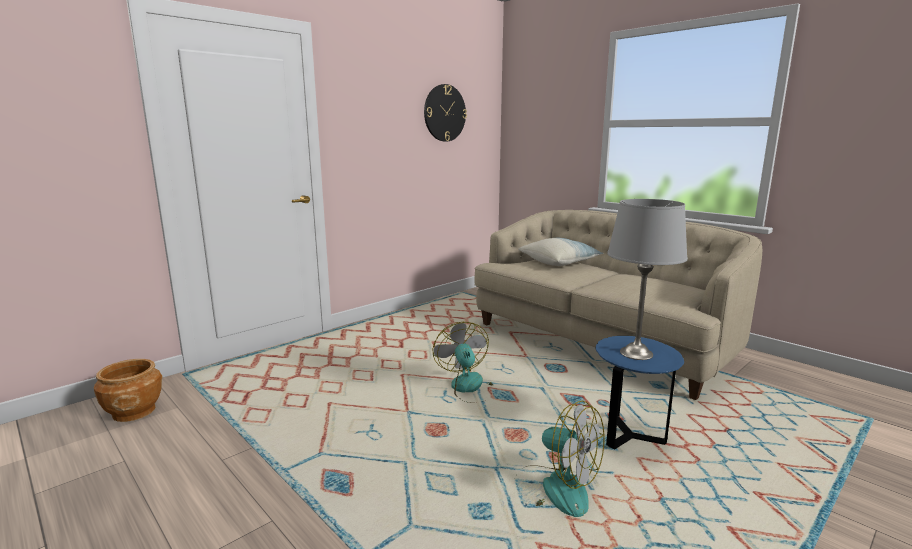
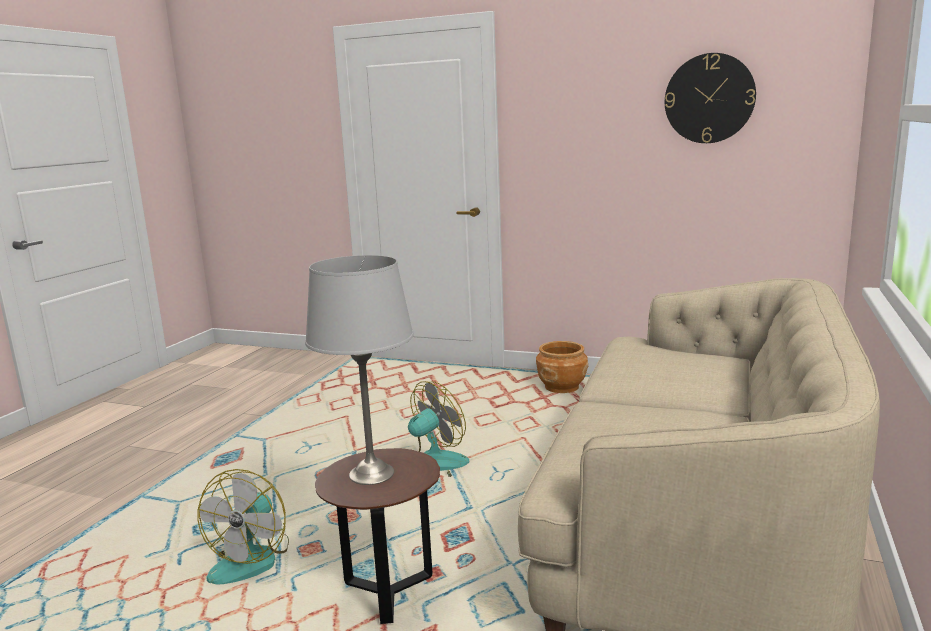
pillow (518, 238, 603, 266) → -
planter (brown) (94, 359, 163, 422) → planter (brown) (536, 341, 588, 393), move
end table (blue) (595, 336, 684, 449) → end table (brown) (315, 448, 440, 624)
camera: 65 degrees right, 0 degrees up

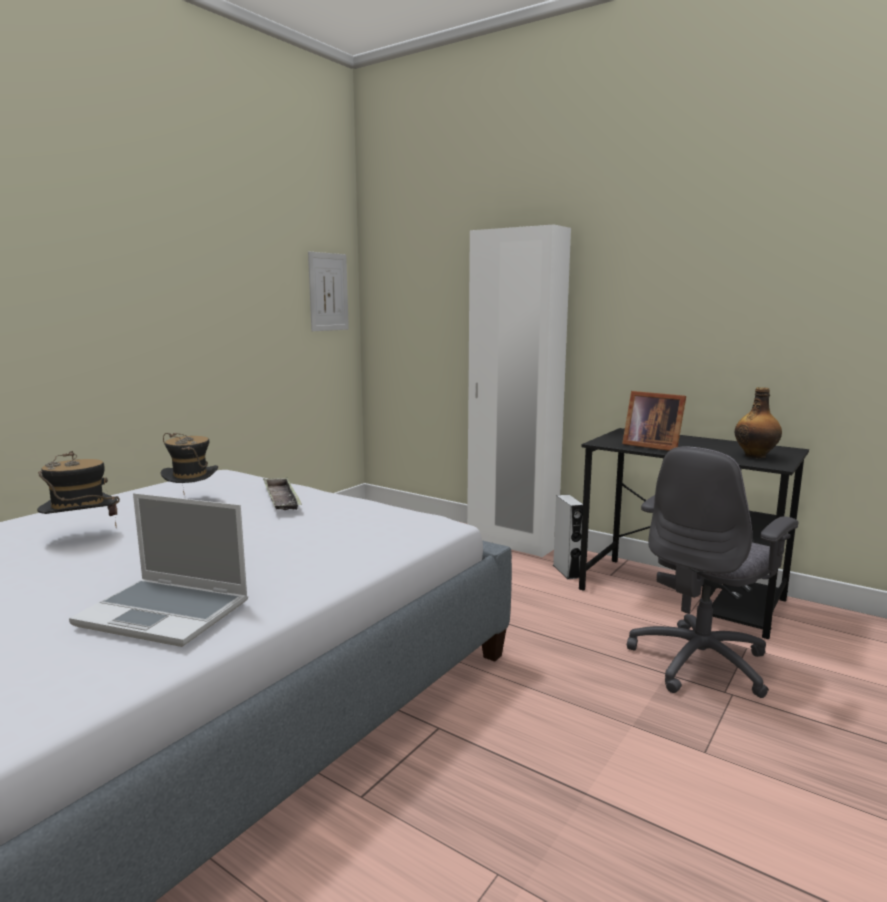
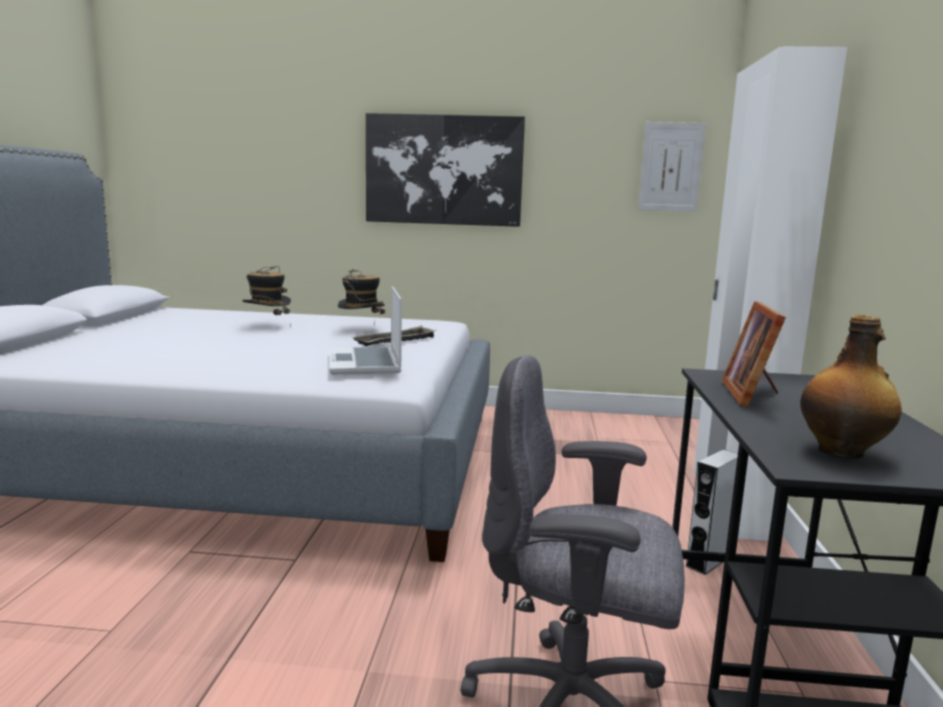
- → wall picture (366, 113, 525, 227)
notebook computer (69, 493, 248, 647) → notebook computer (329, 286, 402, 375), move
camera: 60 degrees right, 0 degrees up

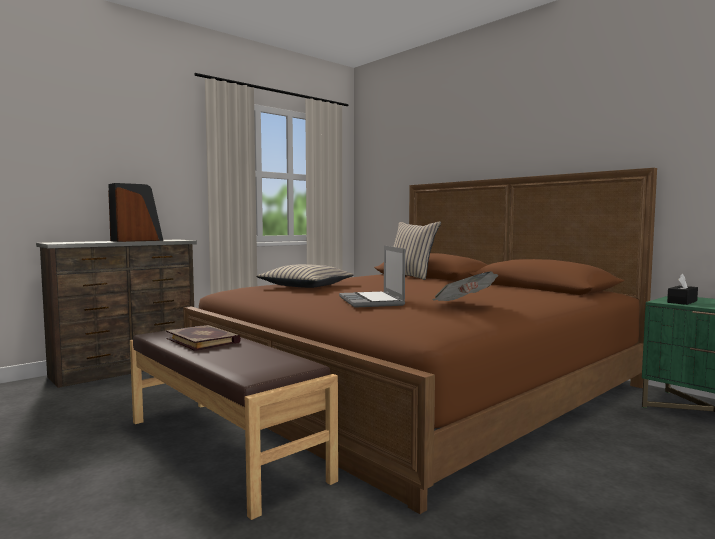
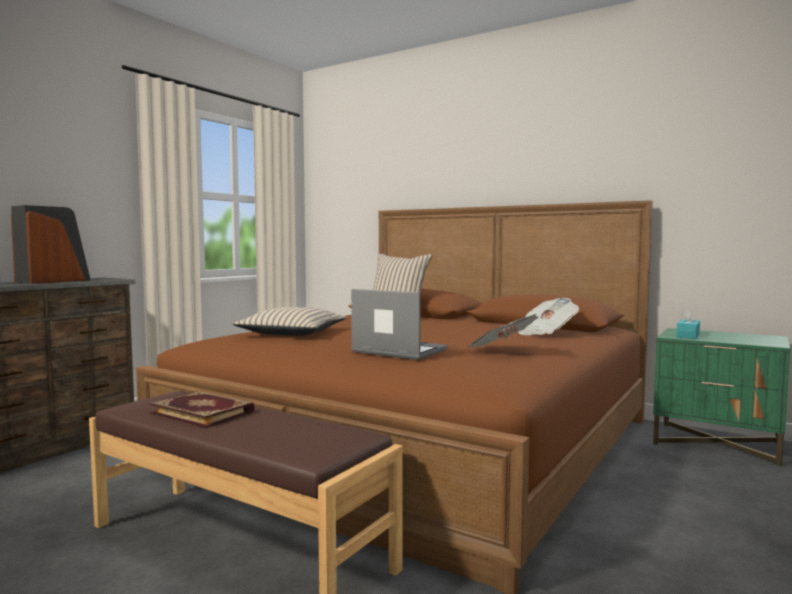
- → daily paper (518, 298, 579, 335)
tissue box (blackish) (667, 274, 698, 305) → tissue box (blue-green) (676, 308, 700, 339)
notebook computer (339, 246, 405, 308) → notebook computer (351, 289, 448, 360), 150 degrees clockwise
camera: 15 degrees left, 0 degrees up

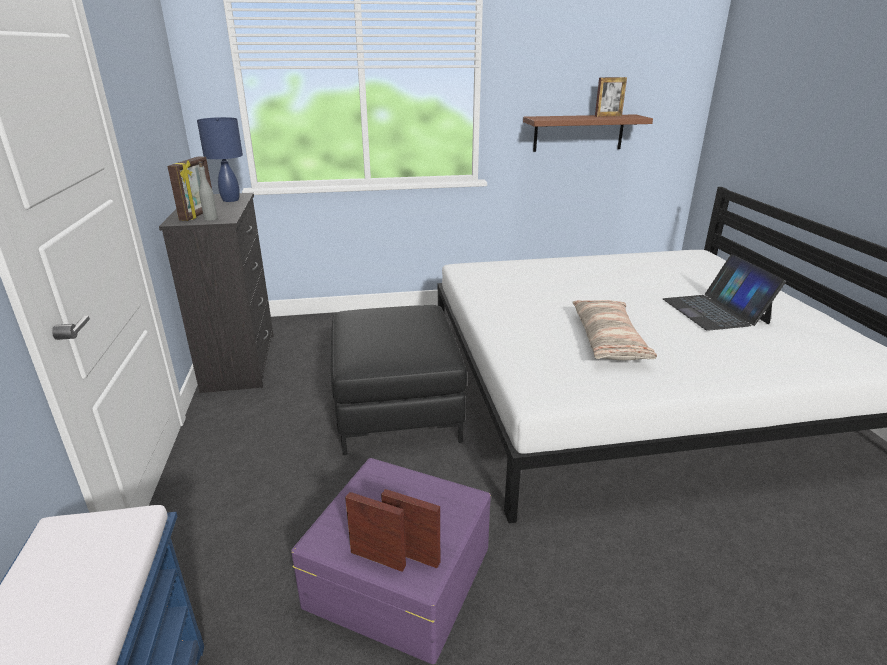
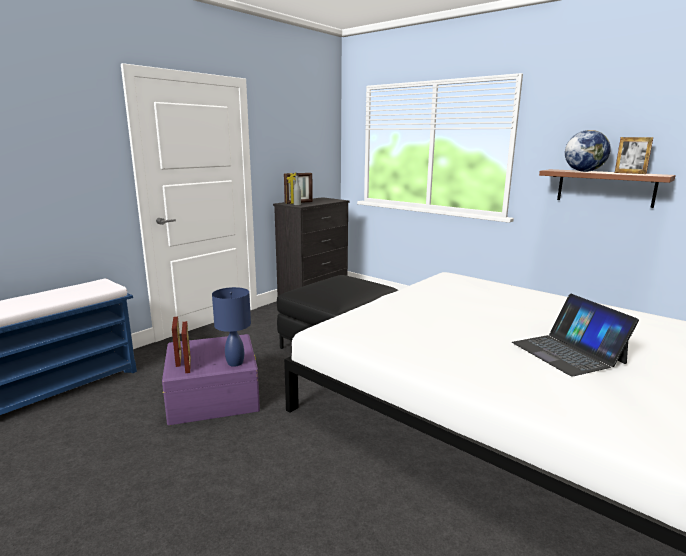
pillow (572, 300, 657, 360) → -
- → globe (565, 130, 611, 172)
tabletop lamp (blue) (197, 117, 243, 202) → tabletop lamp (blue) (212, 287, 251, 367), move
notebook computer (663, 254, 786, 331) → notebook computer (512, 294, 639, 377), 60 degrees counterclockwise
camera: 50 degrees right, 10 degrees down

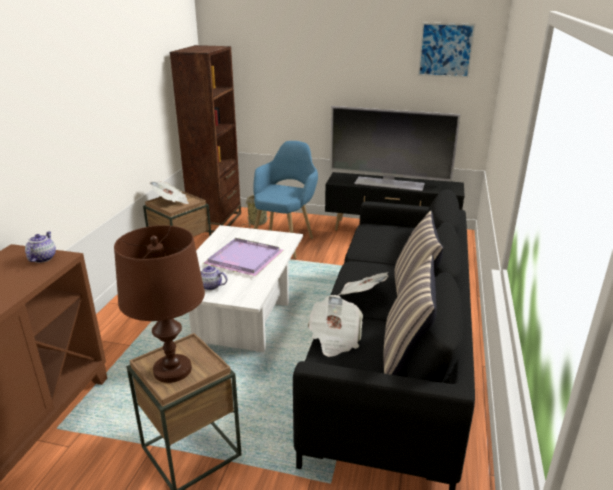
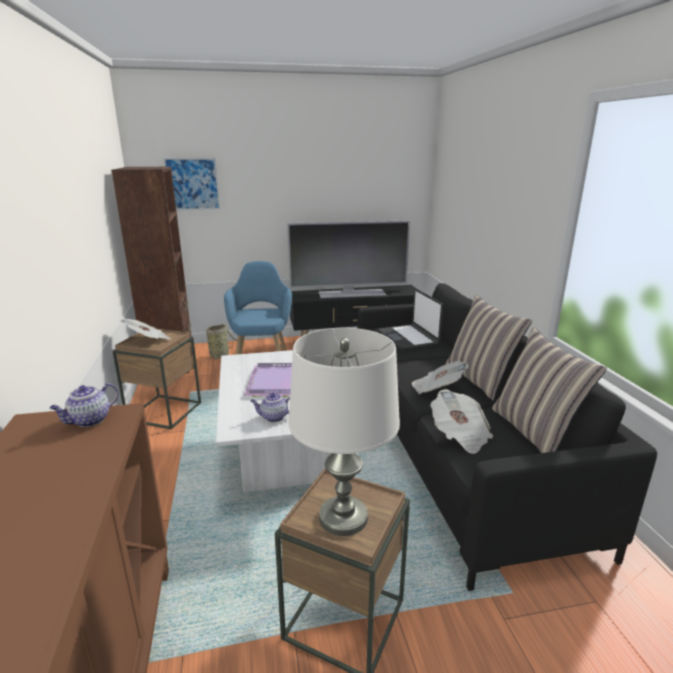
- → notebook computer (379, 289, 444, 350)
wall picture (418, 23, 476, 78) → wall picture (163, 158, 220, 210), move
tabletop lamp (brown) (114, 225, 205, 383) → tabletop lamp (white-coloured) (288, 328, 400, 536)
tea pot (25, 231, 56, 263) → tea pot (49, 383, 119, 427), 120 degrees counterclockwise
camera: 25 degrees left, 5 degrees down

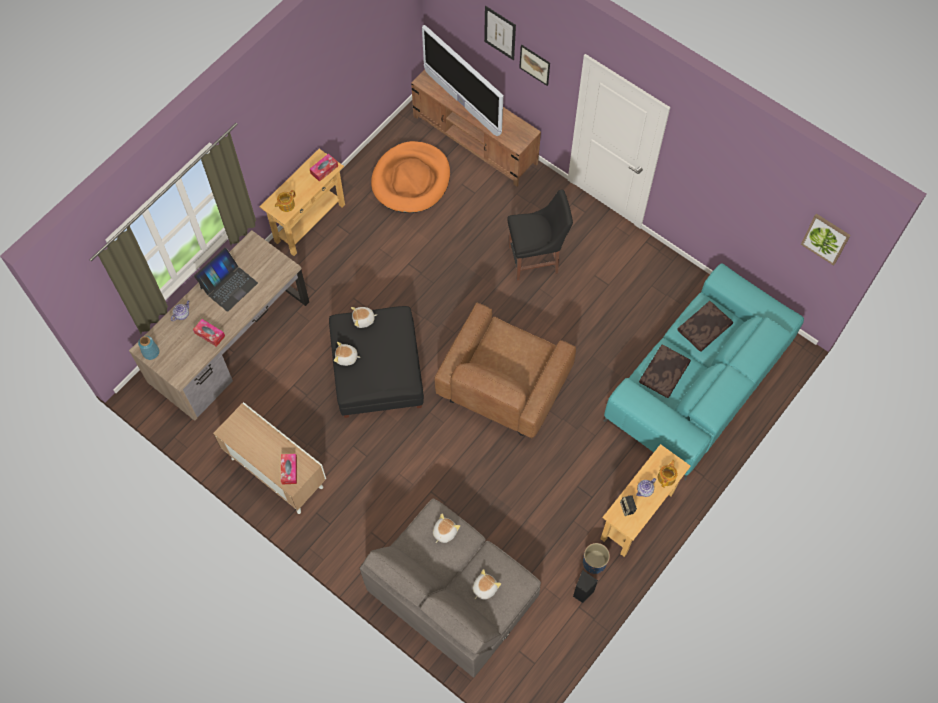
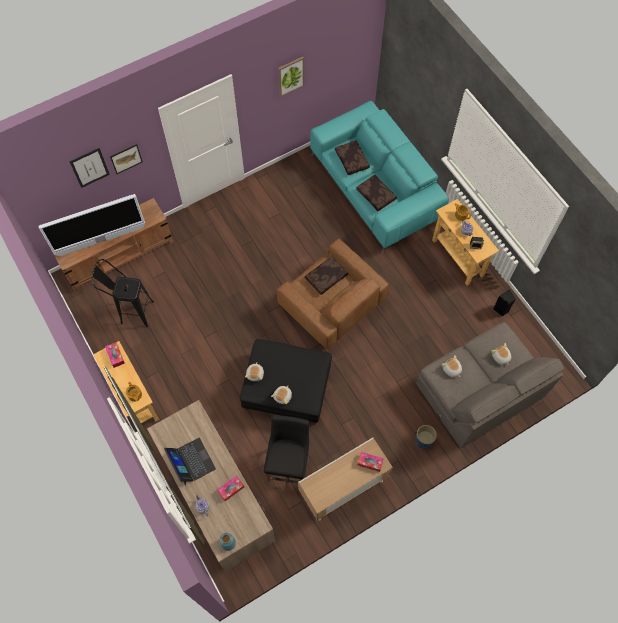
- → pillow (brown) (305, 256, 348, 295)
chair (blackish) (507, 189, 573, 281) → chair (blackish) (264, 415, 309, 484), move
planter (blue) (583, 543, 610, 574) → planter (blue) (415, 425, 437, 449), move
wall picture (801, 214, 851, 266) → wall picture (278, 57, 305, 97), move
dog bed (orange-coloured) (371, 141, 450, 213) → stool seat (blackish) (92, 259, 154, 327)
camera: 70 degrees left, 0 degrees up

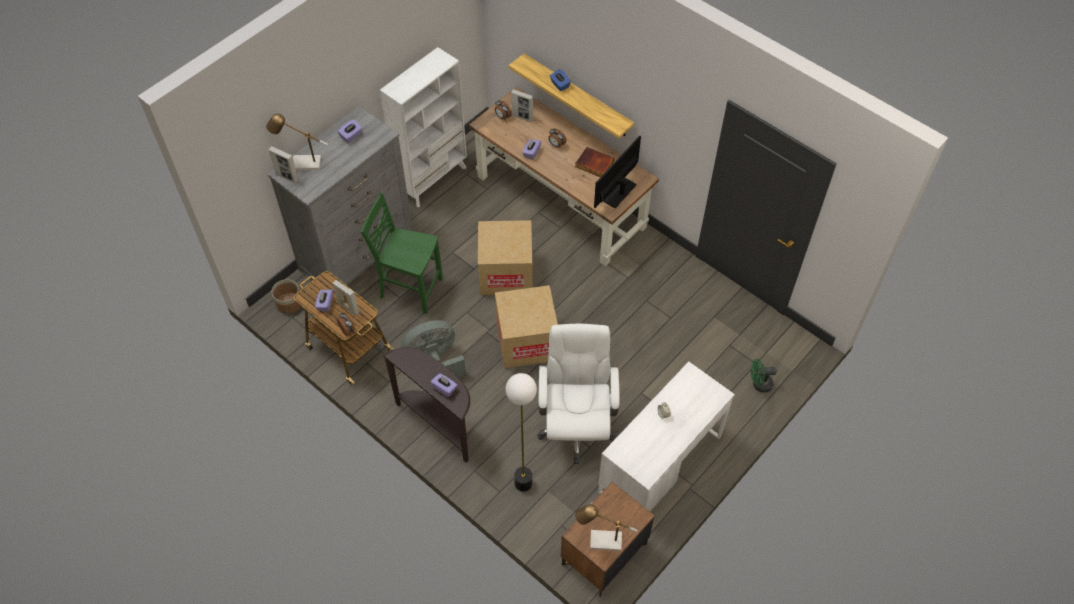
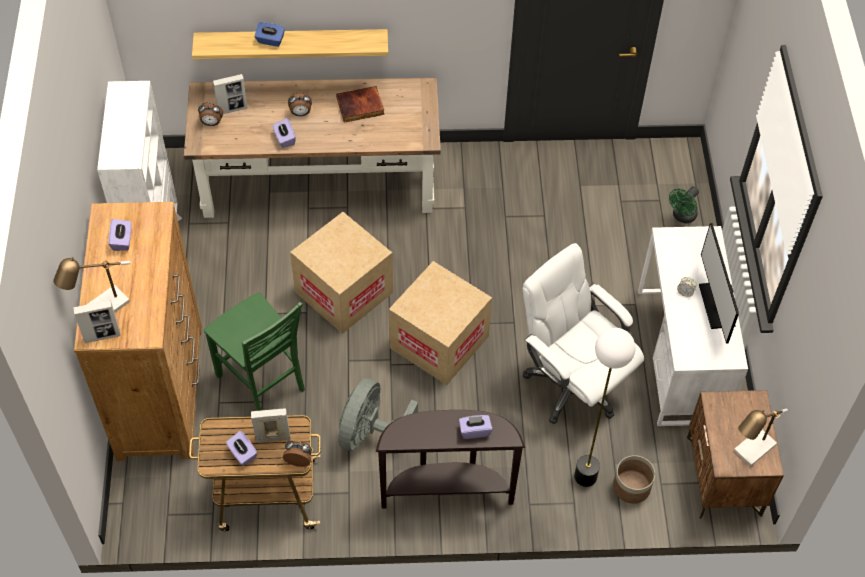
planter (272, 279, 301, 314) → planter (613, 455, 655, 504), move
computer screen (594, 135, 641, 208) → computer screen (699, 223, 739, 344), move
chest of drawers (greyish) (268, 106, 413, 290) → chest of drawers (brown) (74, 202, 202, 461)
chair (greenish) (361, 193, 443, 314) → chair (greenish) (204, 292, 305, 411), 105 degrees counterclockwise
camera: 45 degrees left, 0 degrees up

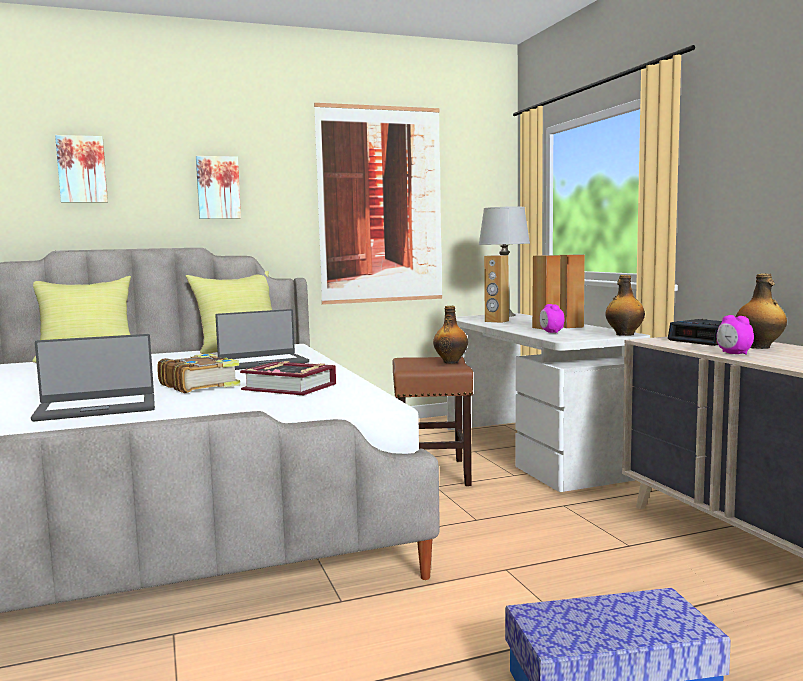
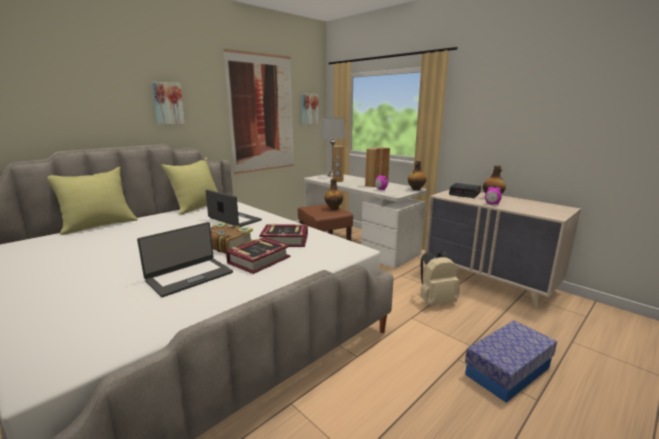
- → volume (226, 237, 291, 274)
- → backpack (beige) (420, 251, 460, 305)
wall picture (55, 135, 108, 203) → wall picture (302, 93, 319, 125), move
notebook computer (215, 309, 309, 370) → notebook computer (205, 189, 262, 227), 90 degrees counterclockwise
camera: 25 degrees left, 10 degrees up

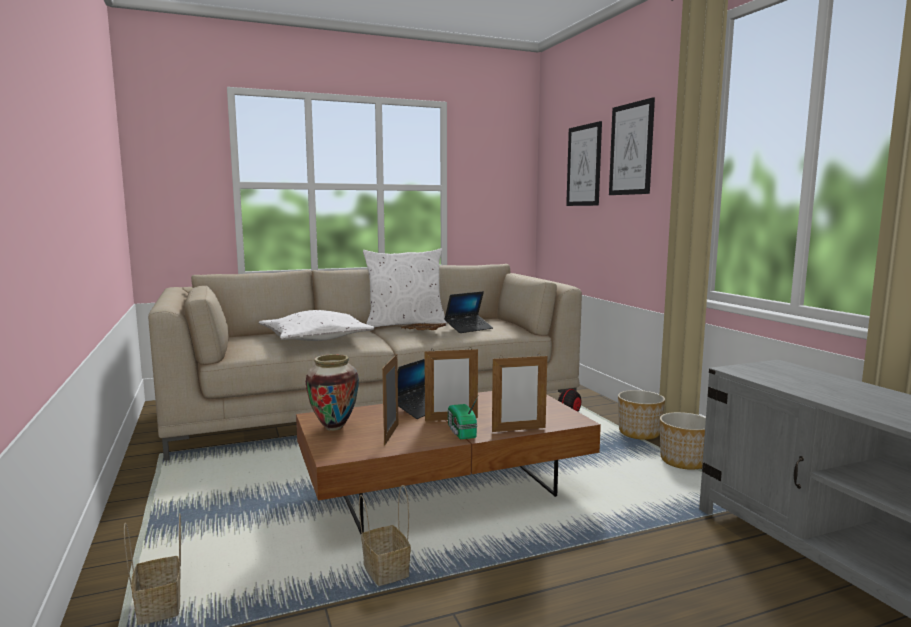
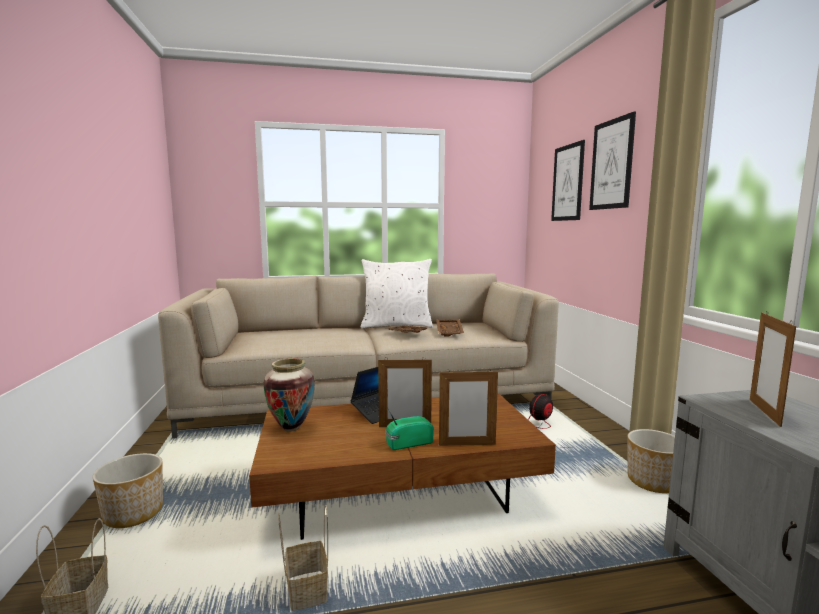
pillow (white-coloured) (259, 310, 375, 341) → -
picture frame (382, 353, 398, 446) → picture frame (750, 311, 796, 427), move
planter (618, 390, 665, 440) → planter (93, 453, 163, 528), move
notebook computer (444, 291, 493, 333) → tray (brown) (436, 319, 464, 337)
radio set (448, 395, 479, 439) → radio set (385, 409, 434, 450), 75 degrees clockwise
camera: 10 degrees right, 0 degrees up

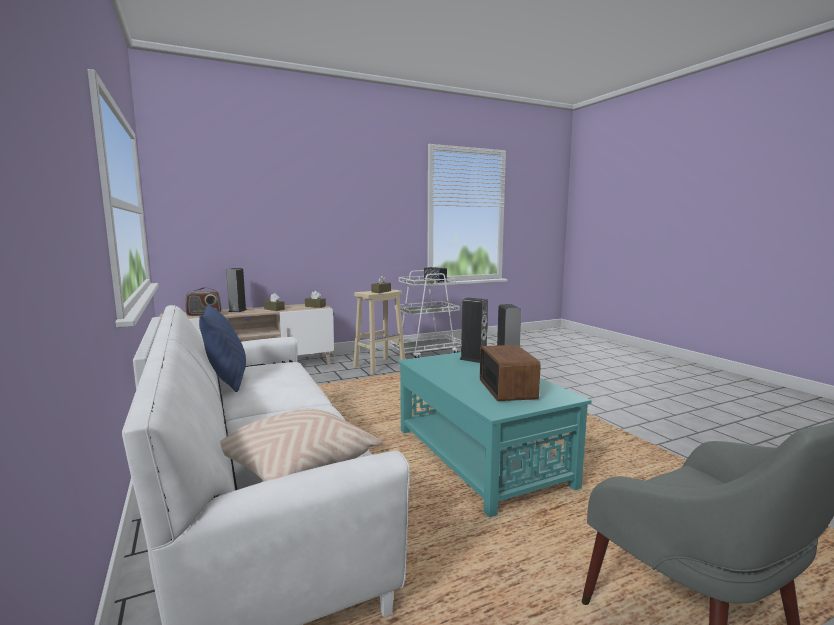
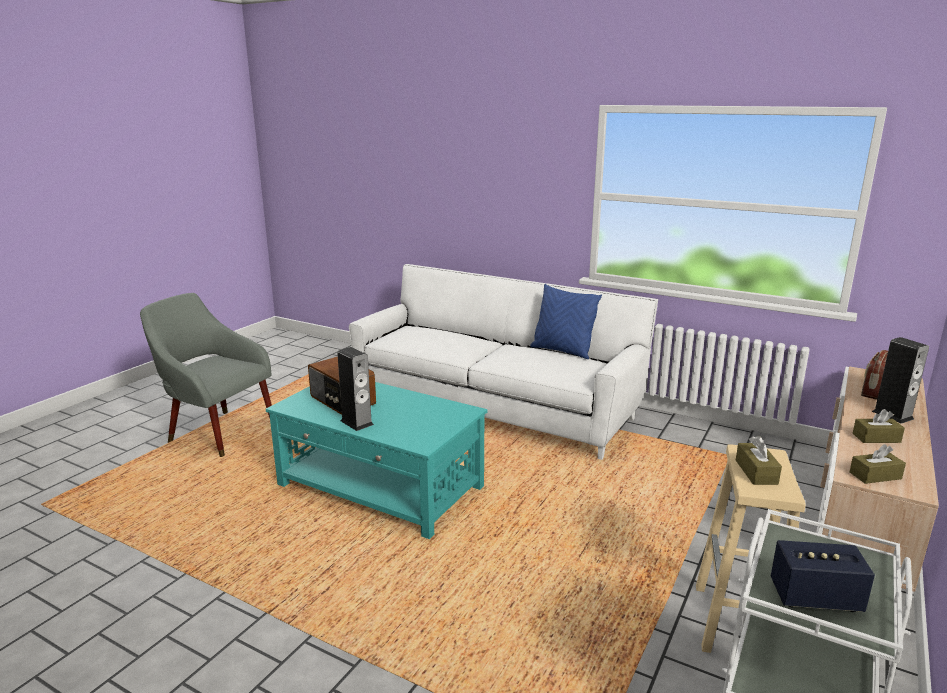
pillow (beige) (220, 409, 383, 481) → -
loudspeaker (459, 298, 488, 363) → -
camera: 145 degrees right, 10 degrees up

